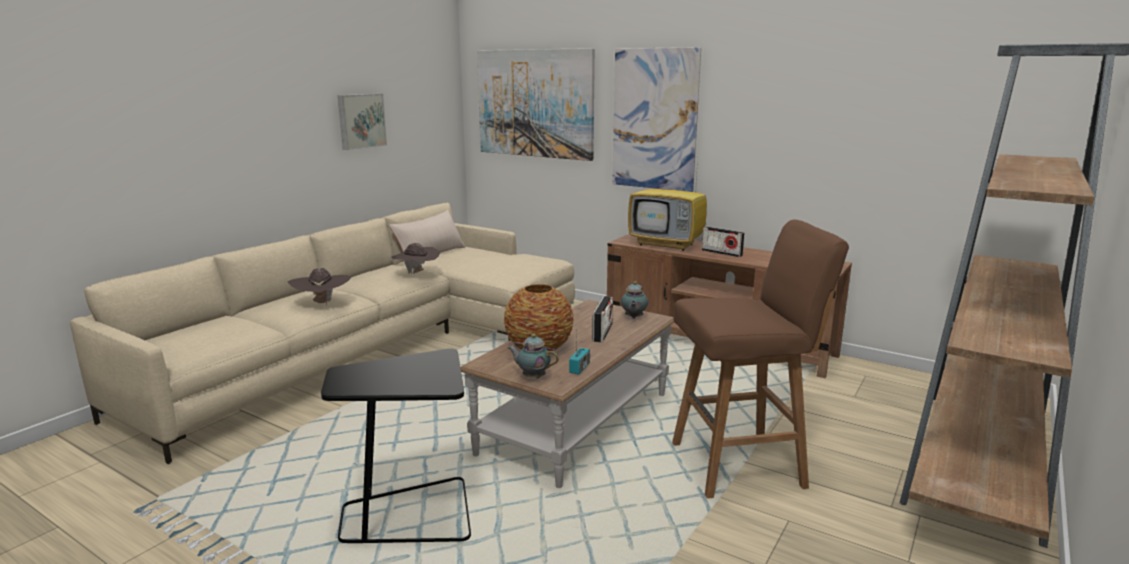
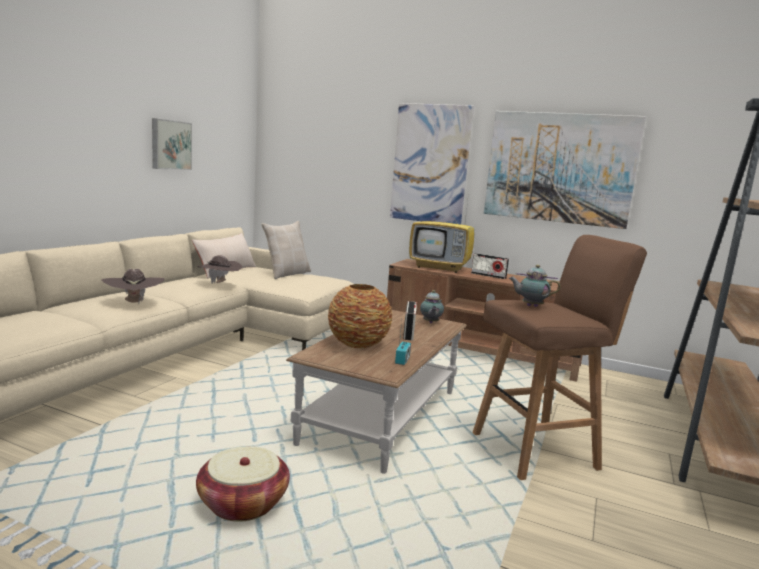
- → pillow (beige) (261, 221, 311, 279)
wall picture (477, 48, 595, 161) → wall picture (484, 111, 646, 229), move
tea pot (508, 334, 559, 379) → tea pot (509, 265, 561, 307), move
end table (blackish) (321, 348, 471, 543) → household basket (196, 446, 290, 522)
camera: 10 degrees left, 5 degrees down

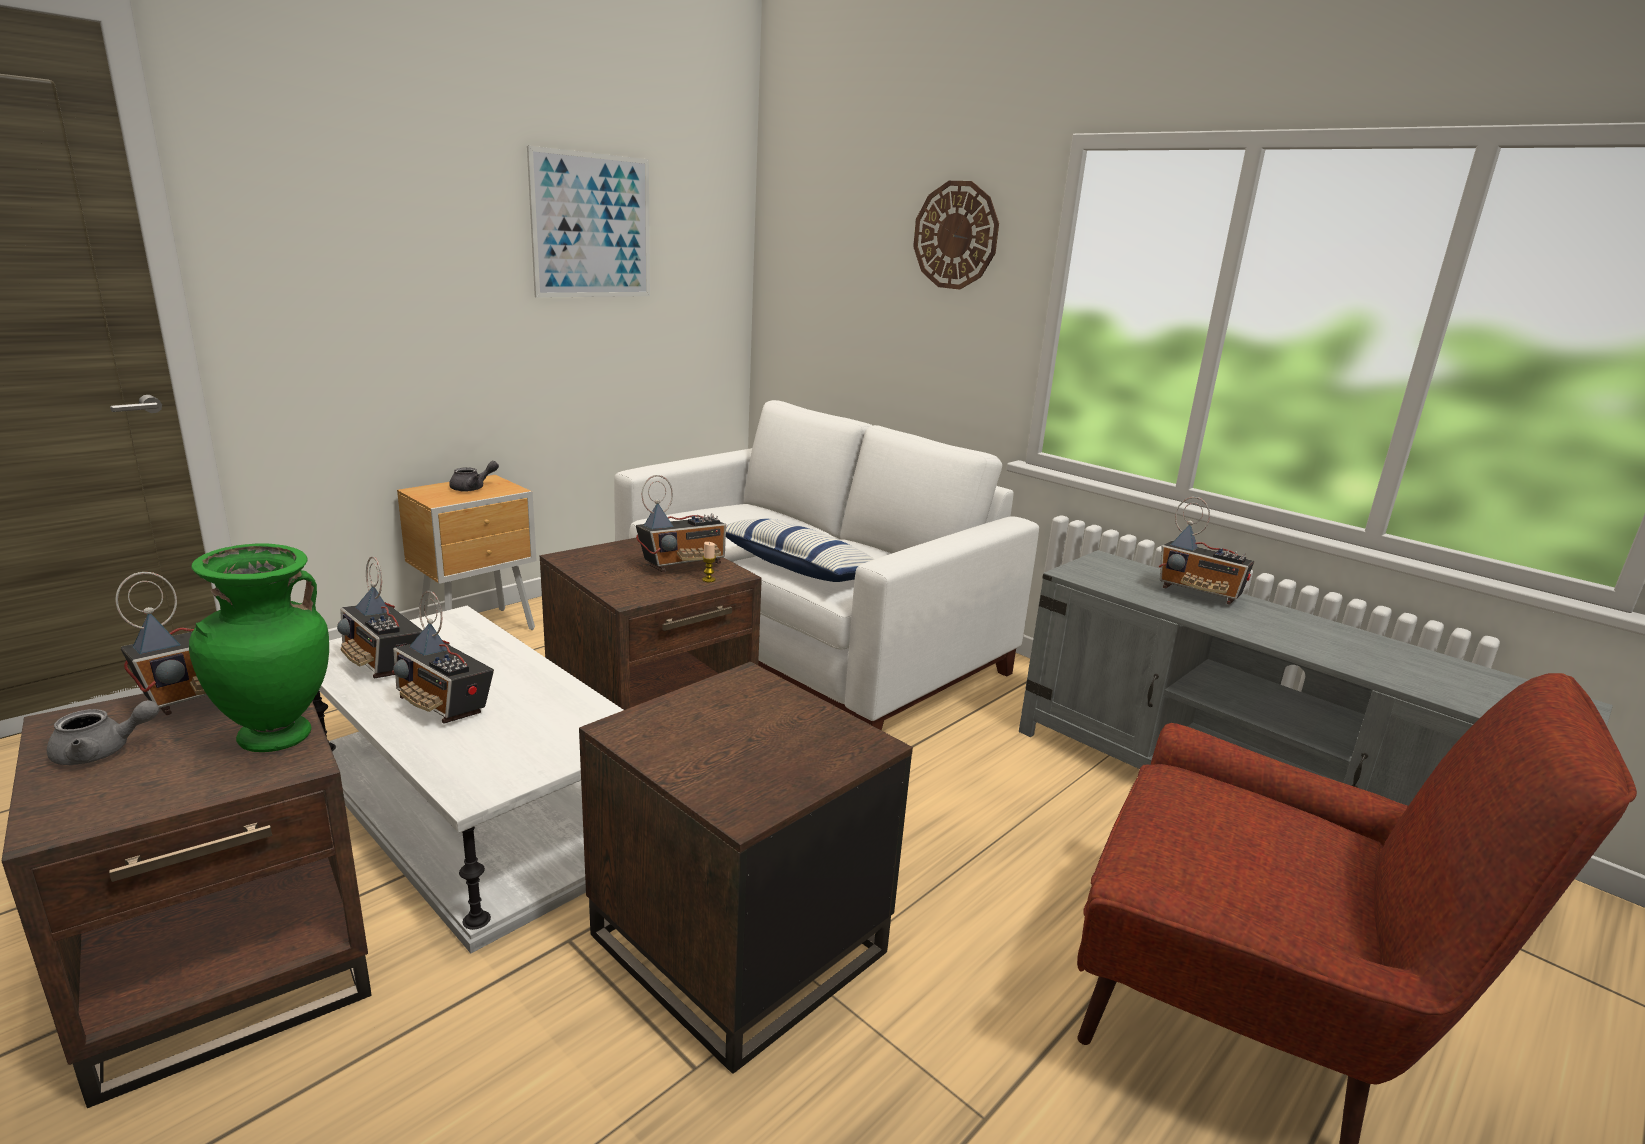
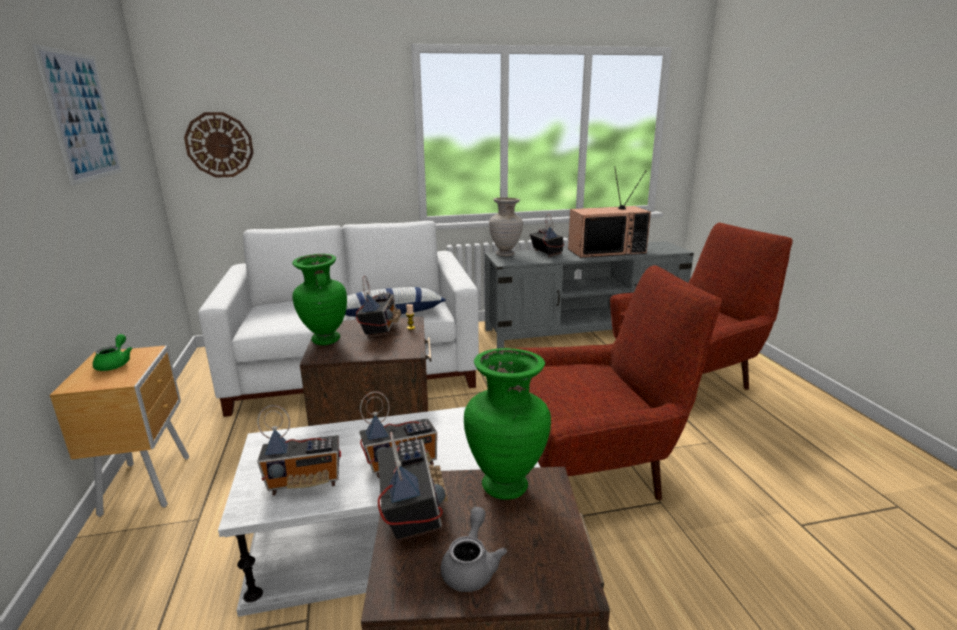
- → vase (greenish) (292, 254, 347, 345)
- → vase (beige) (489, 198, 523, 256)
- → TV (568, 166, 651, 258)
wall clock (913, 181, 999, 290) → wall clock (184, 112, 254, 178), move
end table (brown) (579, 662, 913, 1074) → armchair (red) (513, 265, 722, 500)
tea pot (greyish) (449, 461, 499, 492) → tea pot (greenish) (93, 334, 133, 371)
radio set (1159, 497, 1254, 605) → radio set (530, 214, 564, 257), 90 degrees counterclockwise
camera: 55 degrees left, 0 degrees up

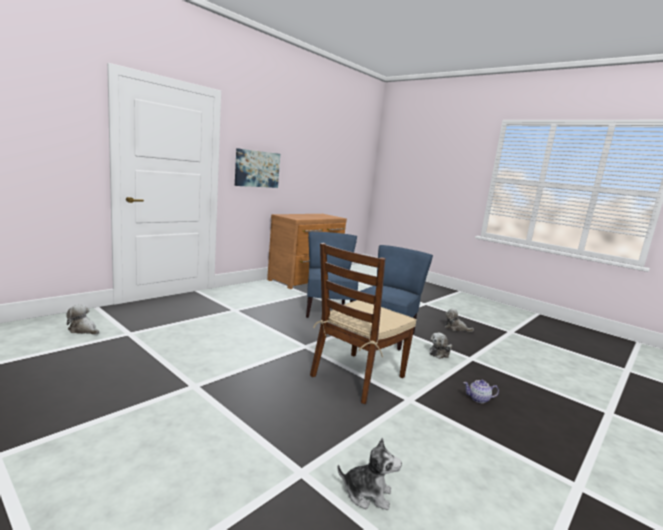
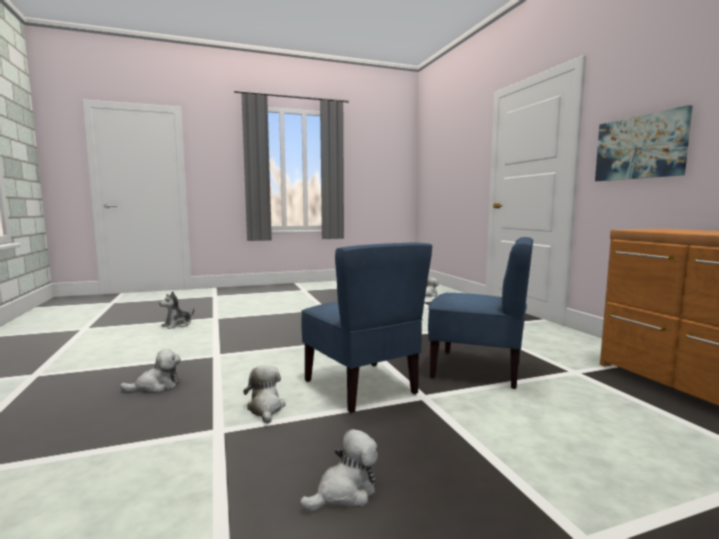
chair (brown) (310, 243, 417, 404) → -
tea pot (463, 380, 499, 403) → plush toy (120, 349, 181, 392)
camera: 120 degrees right, 5 degrees down

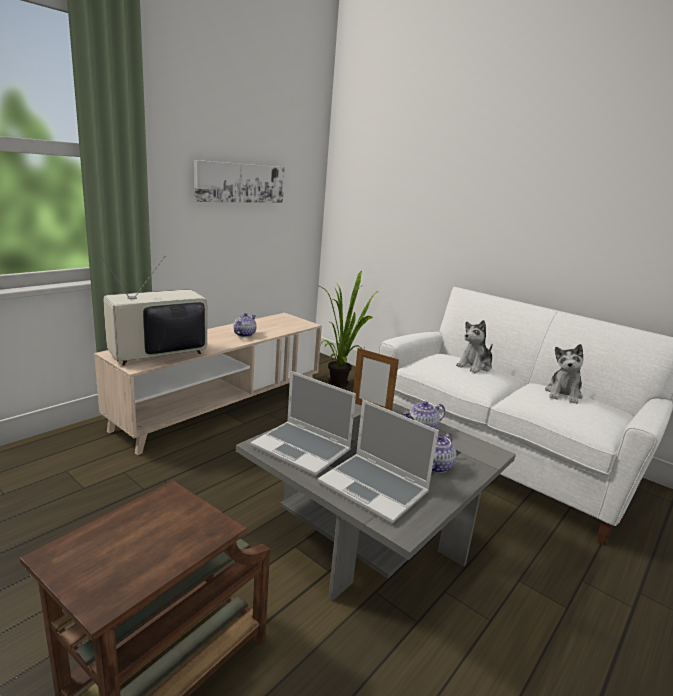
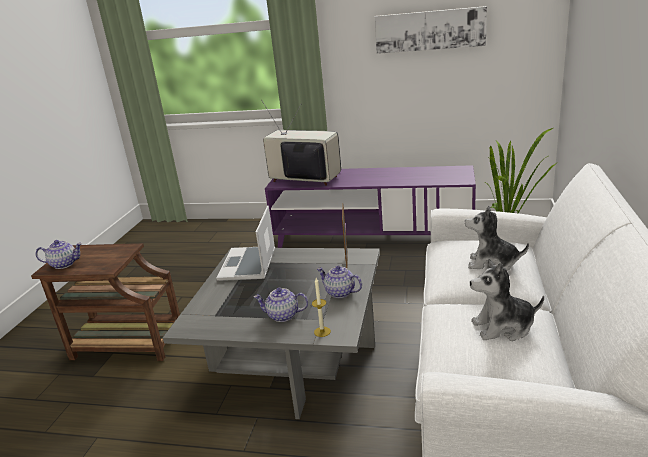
notebook computer (318, 400, 439, 524) → -
- → wax candle (312, 278, 331, 337)
tea pot (233, 313, 257, 337) → tea pot (35, 240, 82, 269), move
media console (beige) (94, 313, 322, 455) → media console (purplish) (265, 165, 476, 248)
camera: 65 degrees right, 5 degrees up

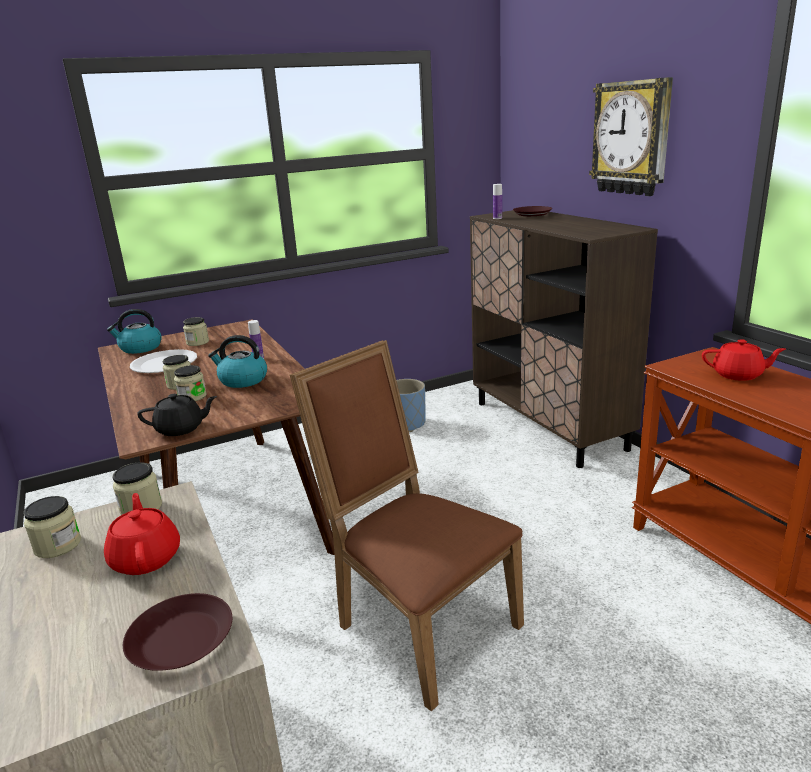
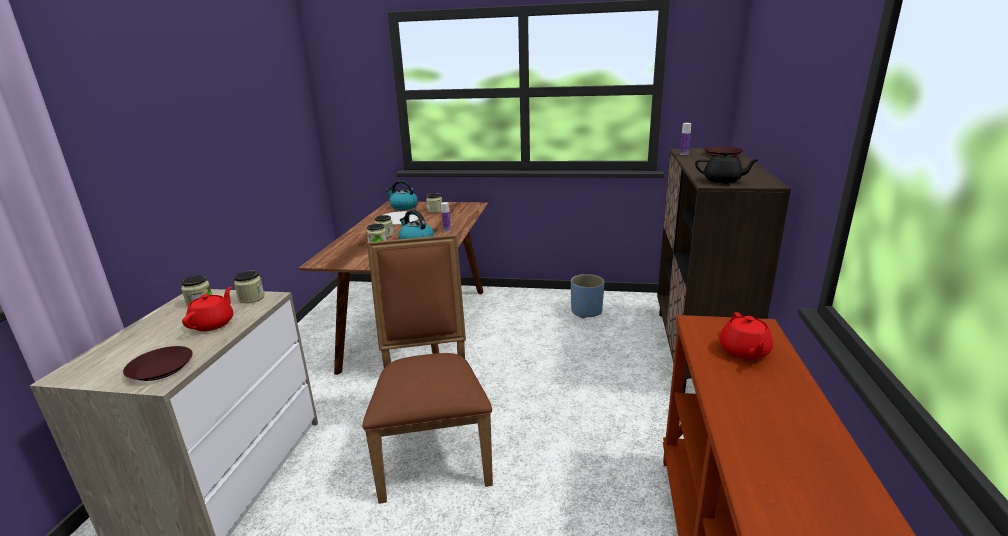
wall clock (589, 77, 673, 196) → -
tea pot (blackish) (138, 394, 217, 436) → tea pot (blackish) (695, 152, 758, 183), move
tea pot (red) (702, 339, 786, 381) → tea pot (red) (719, 312, 773, 360), 45 degrees clockwise
camera: 35 degrees right, 0 degrees up

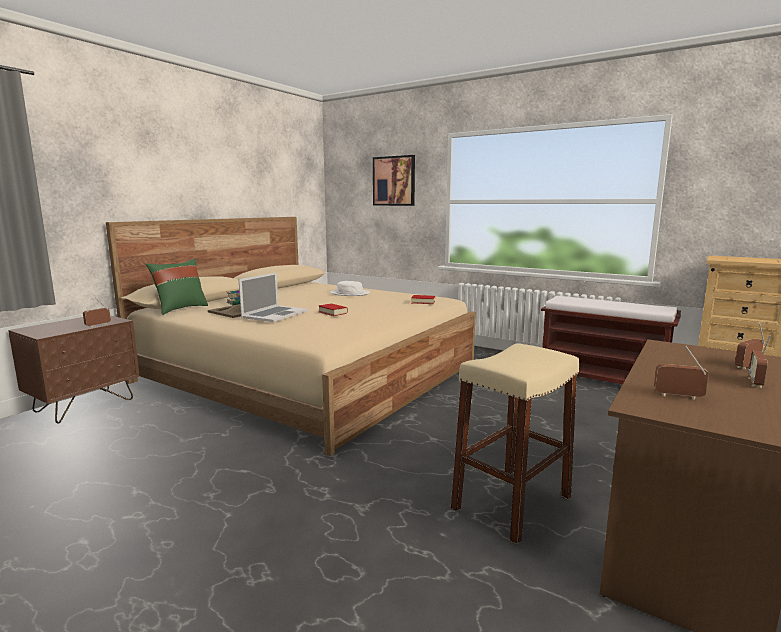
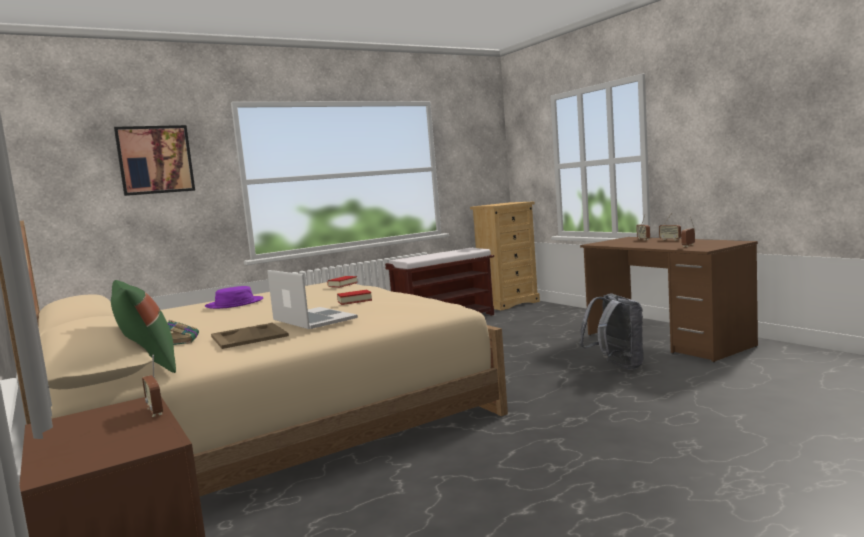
stool seat (beige) (451, 343, 579, 544) → backpack (greyish) (579, 293, 643, 370)
wearable hat (white-coloured) (330, 281, 370, 296) → wearable hat (purplish) (205, 286, 263, 309)
camera: 65 degrees left, 5 degrees down

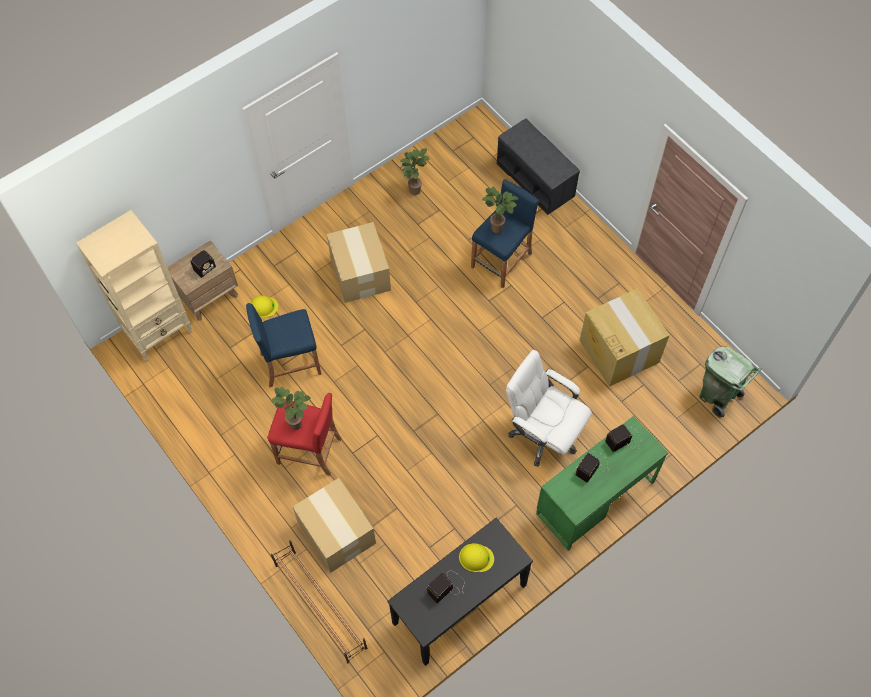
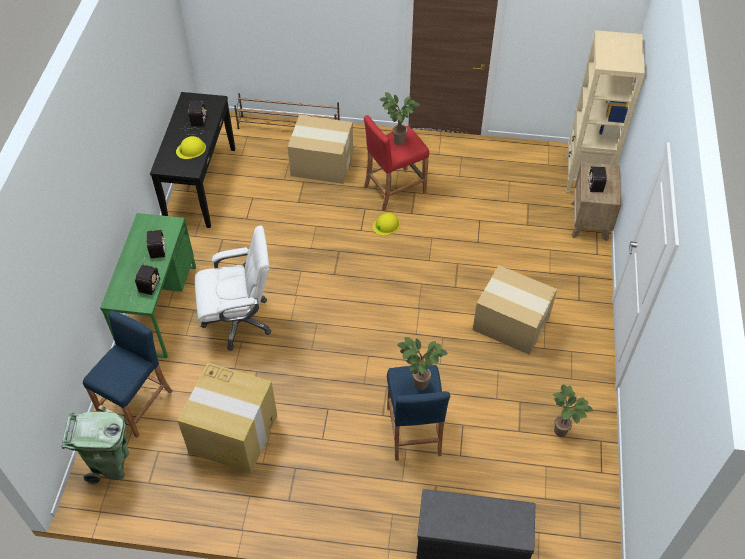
stool seat (blue) (246, 303, 321, 388) → stool seat (blue) (83, 311, 173, 438), move
safety helmet (yellow) (250, 295, 278, 318) → safety helmet (yellow) (373, 213, 400, 236), move
camera: 135 degrees right, 10 degrees down

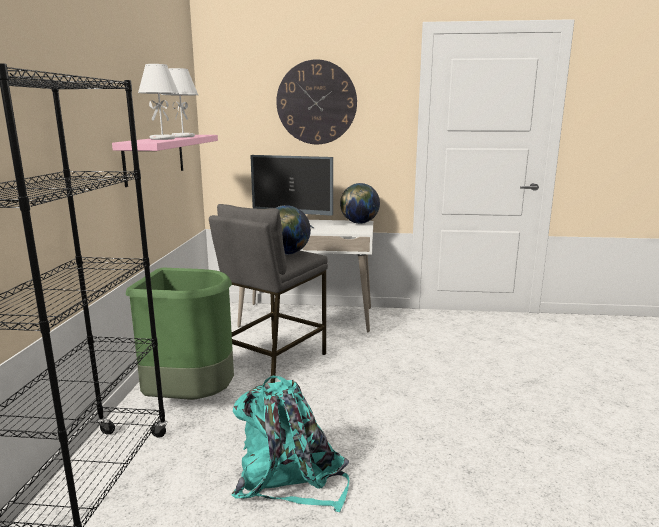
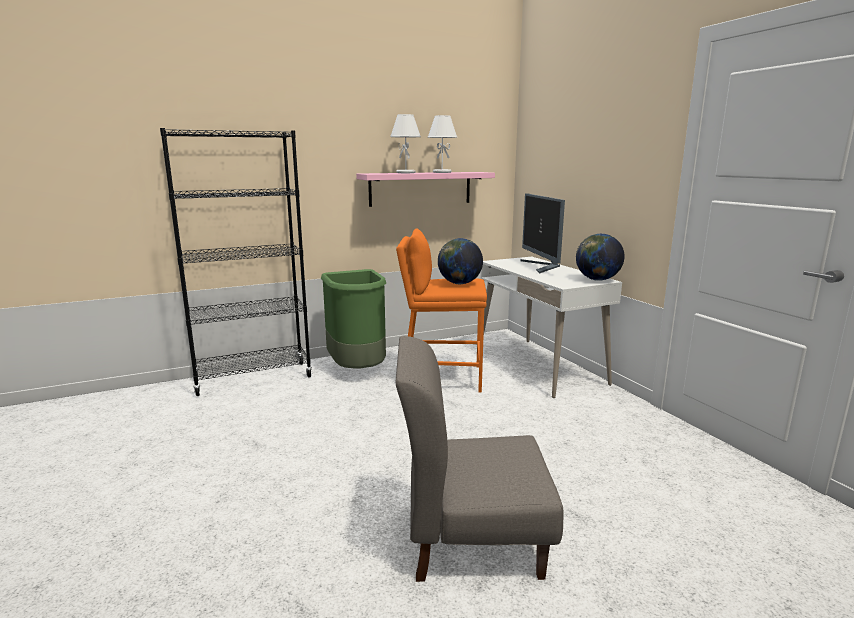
backpack (blue-green) (231, 376, 349, 512) → -
wall clock (276, 59, 357, 144) → -
- → chair (greyish) (396, 336, 563, 582)
stool seat (greyish) (209, 204, 328, 383) → stool seat (orange-coloured) (396, 228, 487, 392)
camera: 60 degrees right, 0 degrees up

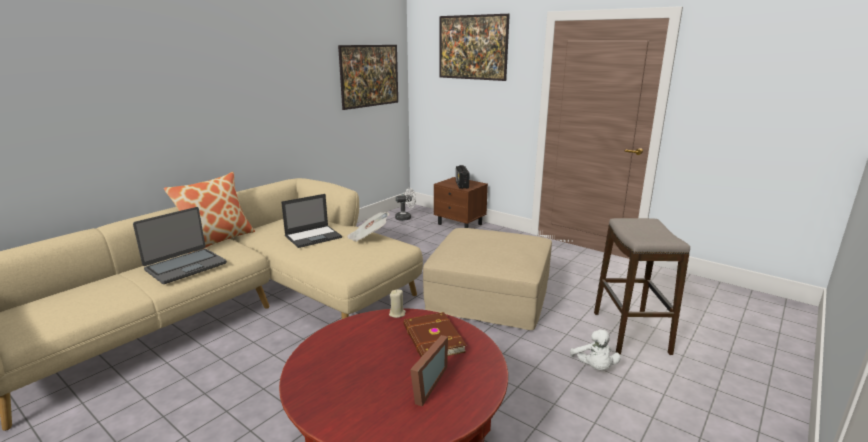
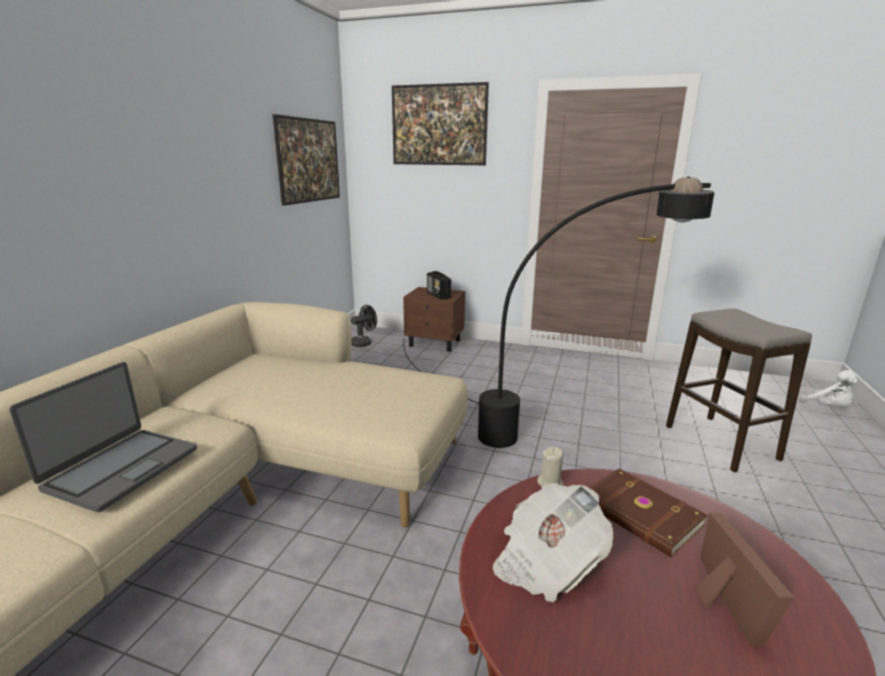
pillow (164, 172, 255, 253) → -
notebook computer (281, 194, 342, 248) → -
daily paper (347, 212, 390, 242) → daily paper (493, 483, 614, 602), move
plush toy (white-coloured) (570, 330, 621, 370) → plush toy (white-coloured) (799, 370, 857, 407), move
footrest (beige) (423, 228, 552, 330) → floor lamp (blackish) (403, 176, 715, 448)
cooling fan (white-coloured) (395, 188, 416, 221) → cooling fan (blackish) (351, 305, 377, 347)
camera: 20 degrees left, 0 degrees up

